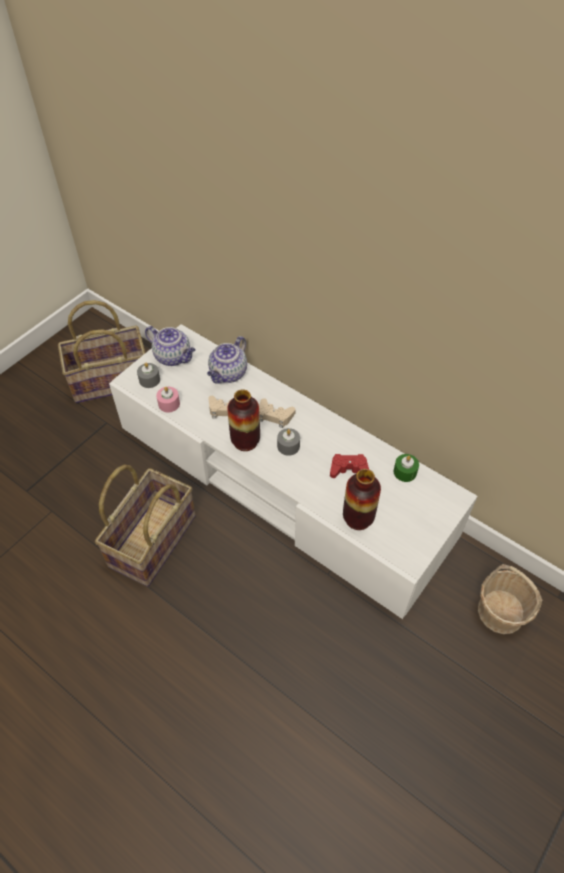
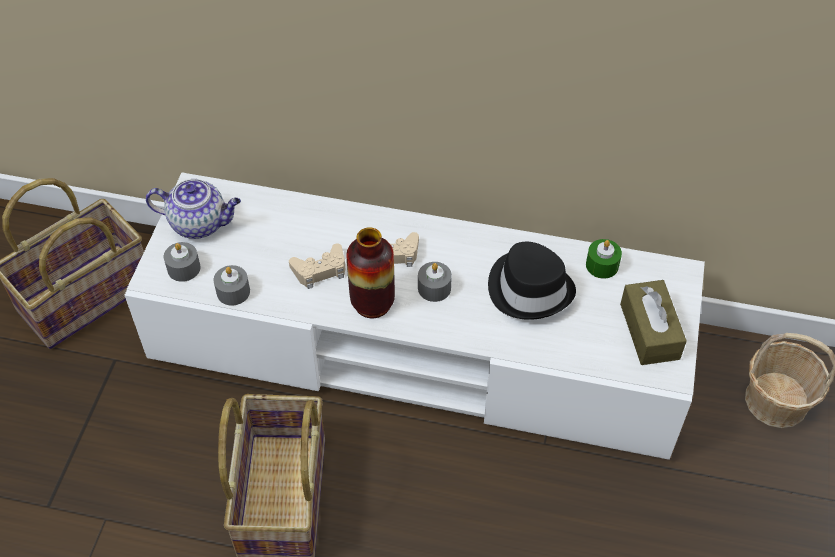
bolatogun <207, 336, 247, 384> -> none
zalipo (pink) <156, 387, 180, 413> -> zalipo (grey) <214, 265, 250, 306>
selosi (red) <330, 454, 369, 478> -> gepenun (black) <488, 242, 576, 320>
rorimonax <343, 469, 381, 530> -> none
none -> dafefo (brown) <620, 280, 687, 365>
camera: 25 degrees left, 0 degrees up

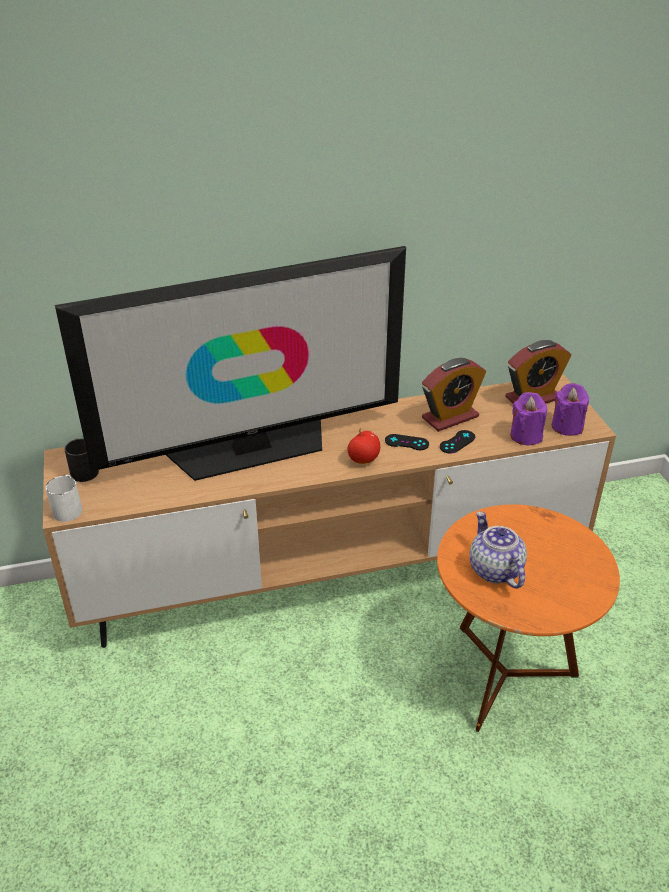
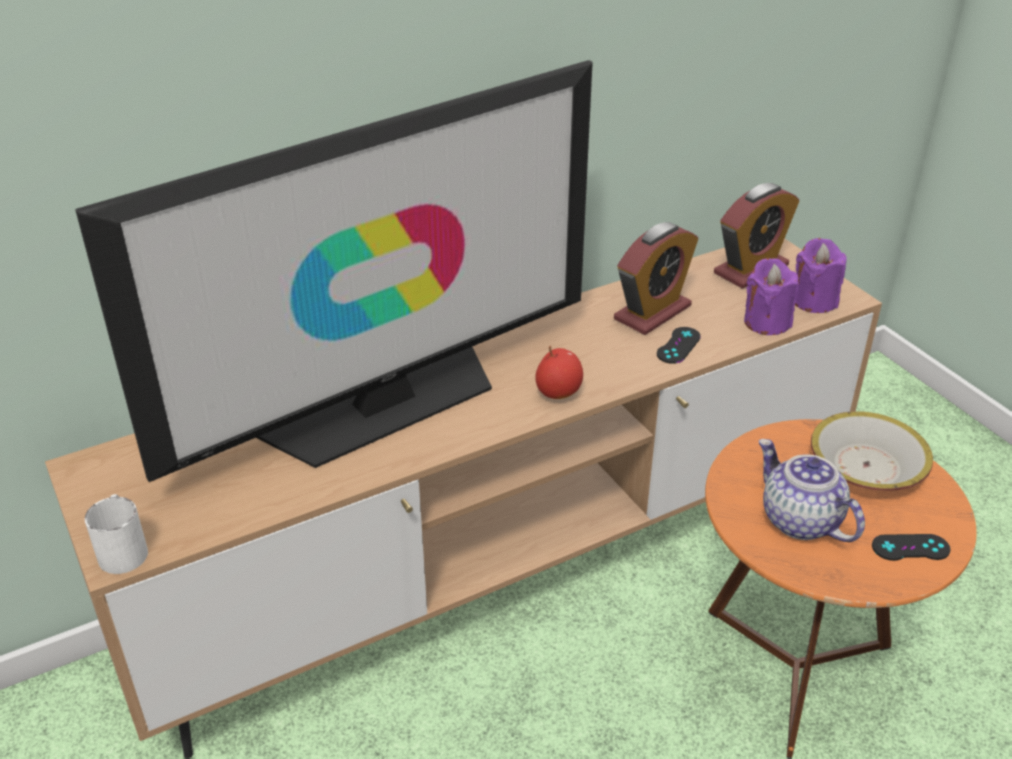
selosi (black) <385, 434, 429, 450> -> selosi (black) <872, 534, 950, 561>, moved
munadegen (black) <64, 439, 99, 482> -> none
none -> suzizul <811, 411, 933, 491>
camera: 15 degrees left, 0 degrees up

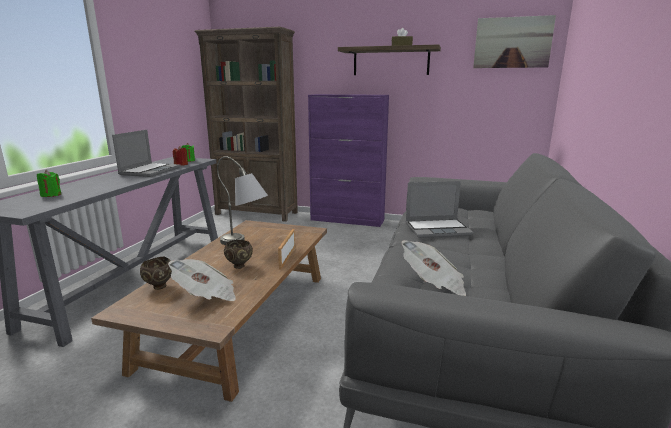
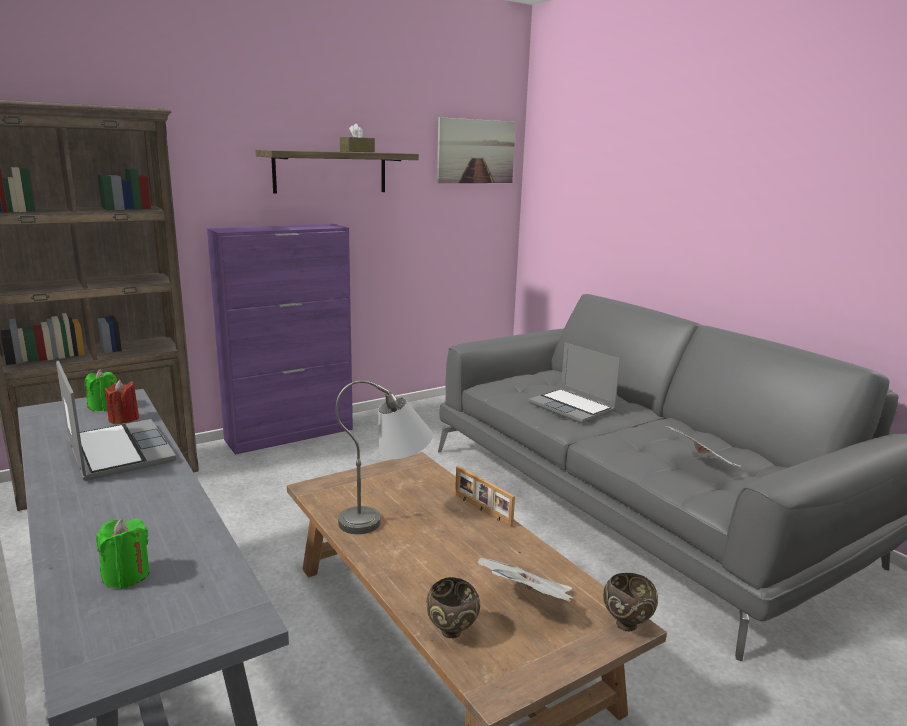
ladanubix <406, 181, 474, 238> -> ladanubix <528, 343, 620, 423>, 105 degrees clockwise
suzizul (brown) <224, 240, 253, 269> -> suzizul (brown) <603, 573, 658, 631>, moved
camera: 50 degrees left, 0 degrees up

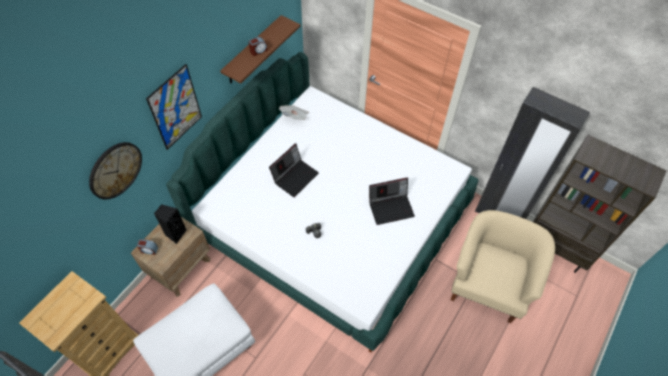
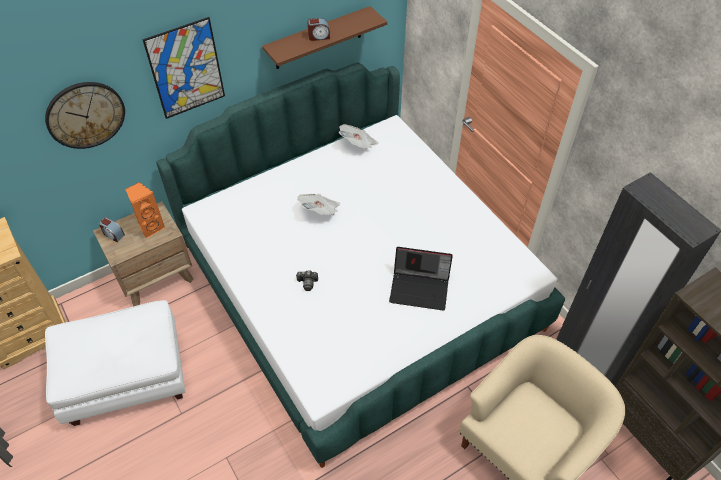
ladanubix <269, 143, 319, 197> -> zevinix <297, 194, 340, 215>
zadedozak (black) <154, 204, 186, 244> -> zadedozak (orange) <125, 182, 166, 239>
camera: 25 degrees right, 5 degrees down

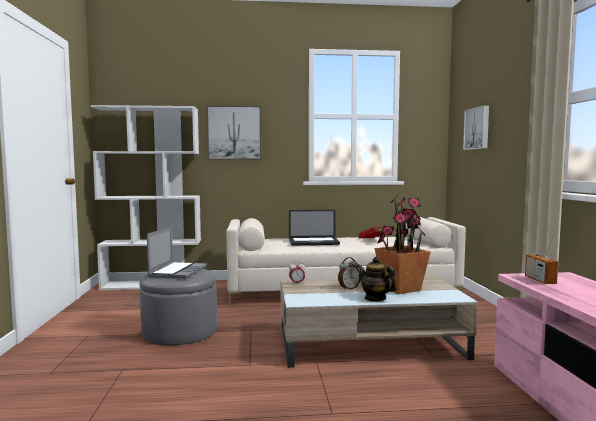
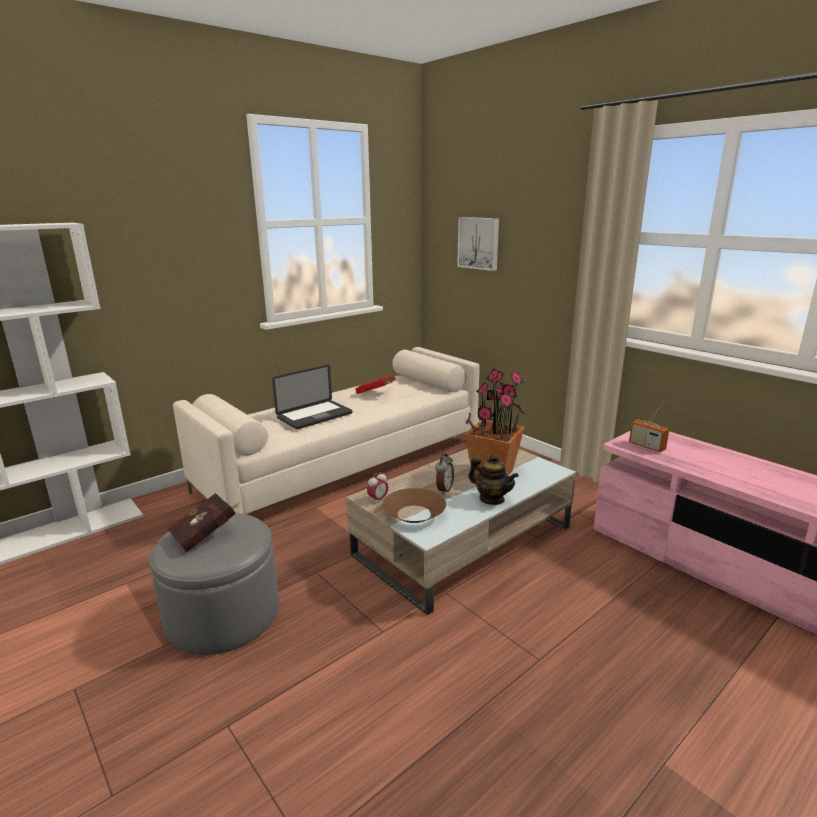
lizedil <207, 105, 261, 160> -> none
ladanubix <147, 226, 207, 279> -> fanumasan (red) <167, 493, 240, 552>
bolatogun <357, 257, 397, 302> -> bolatogun <468, 454, 519, 505>, 150 degrees counterclockwise
none -> suzizul (brown) <382, 488, 446, 523>
camera: 35 degrees left, 15 degrees up

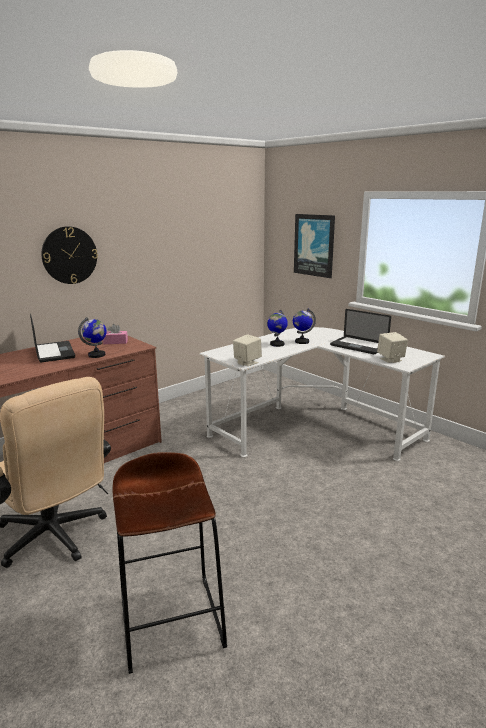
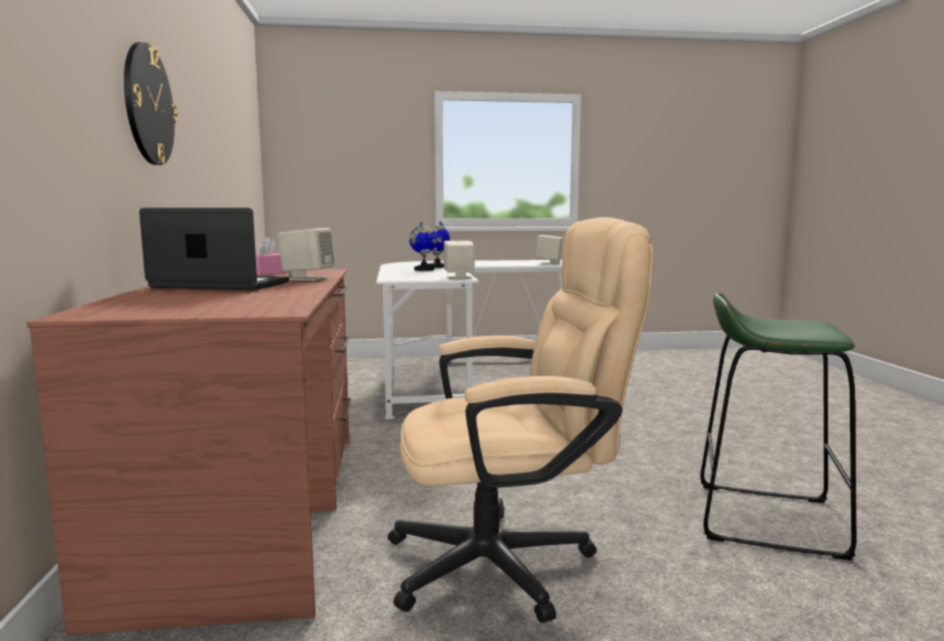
lizedil <294, 214, 335, 278> -> none
ladanubix <330, 309, 391, 354> -> none
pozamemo <78, 317, 107, 358> -> zadedozak (beige) <278, 228, 335, 281>
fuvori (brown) <113, 452, 227, 674> -> fuvori (green) <700, 293, 857, 560>
camera: 55 degrees left, 10 degrees down

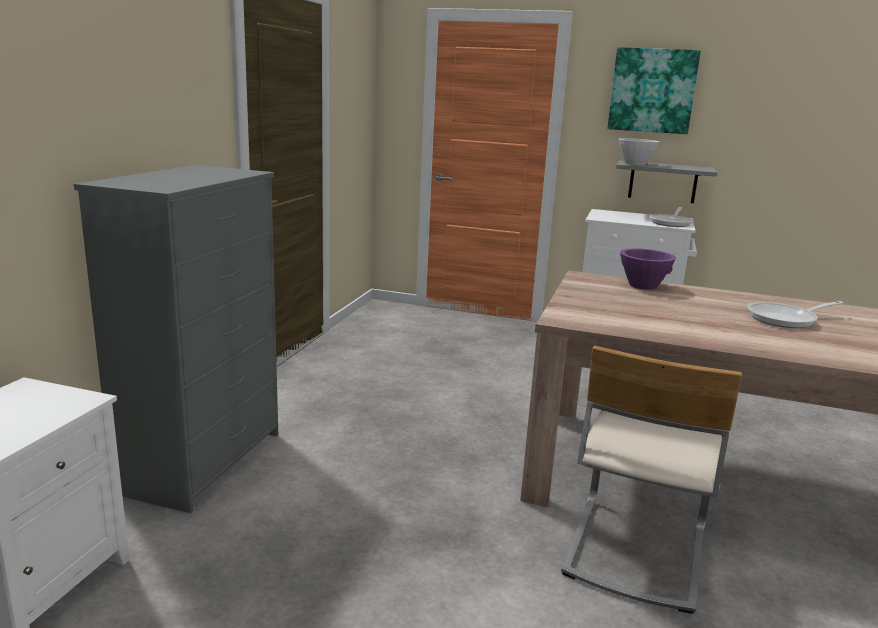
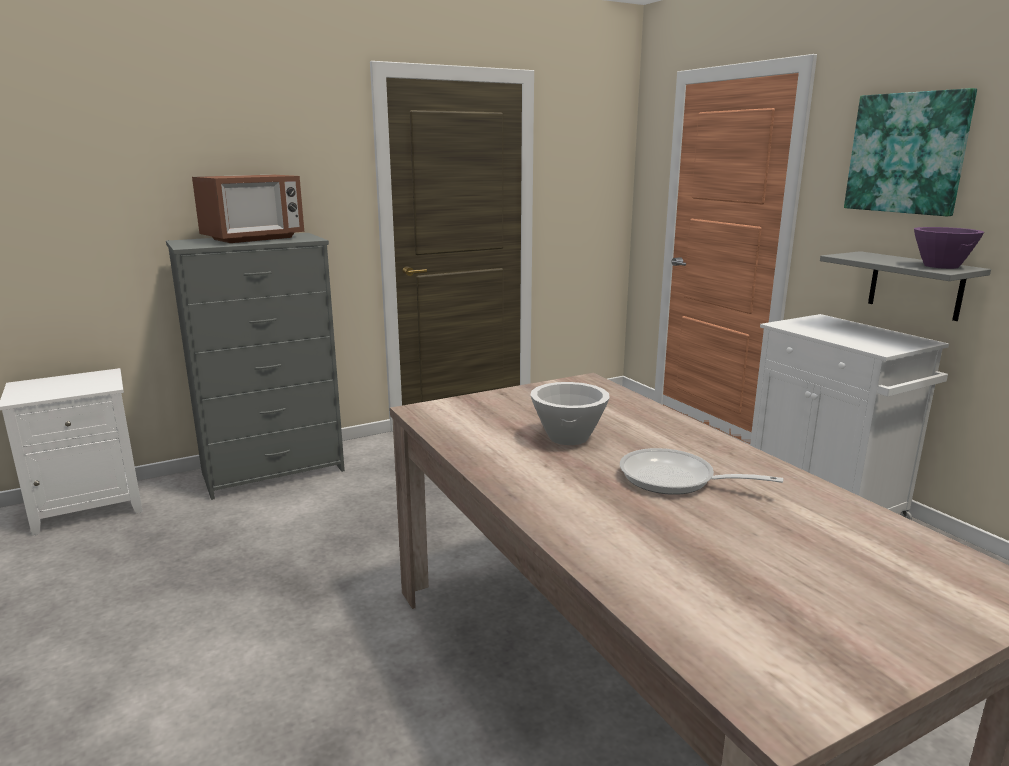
suzizul (white) <619, 138, 660, 165> -> suzizul (white) <531, 382, 610, 445>, moved
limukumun <649, 207, 693, 227> -> none
suzizul (purple) <620, 248, 676, 290> -> suzizul (purple) <914, 227, 984, 269>, moved
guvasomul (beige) <561, 346, 742, 614> -> none
none -> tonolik <192, 175, 304, 243>
camera: 45 degrees right, 0 degrees up

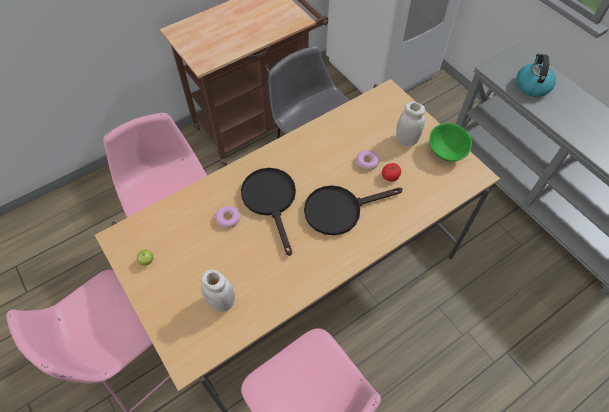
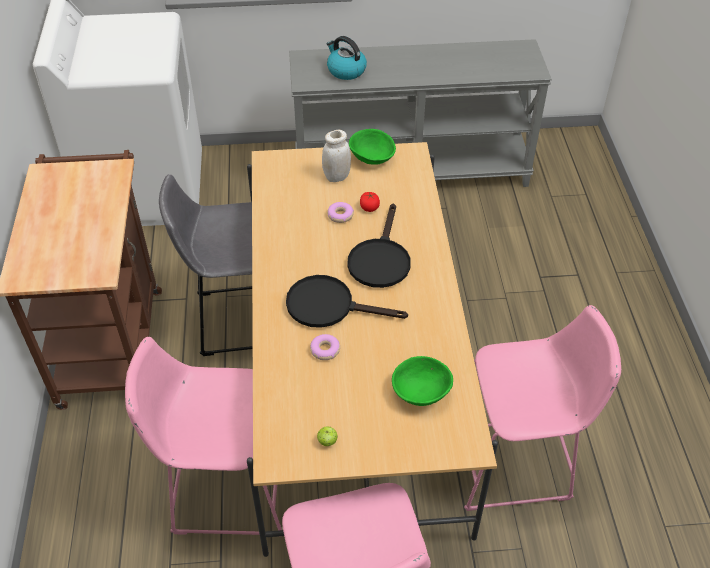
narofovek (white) <201, 269, 235, 312> -> suzizul (green) <392, 356, 453, 406>
camera: 60 degrees left, 10 degrees down

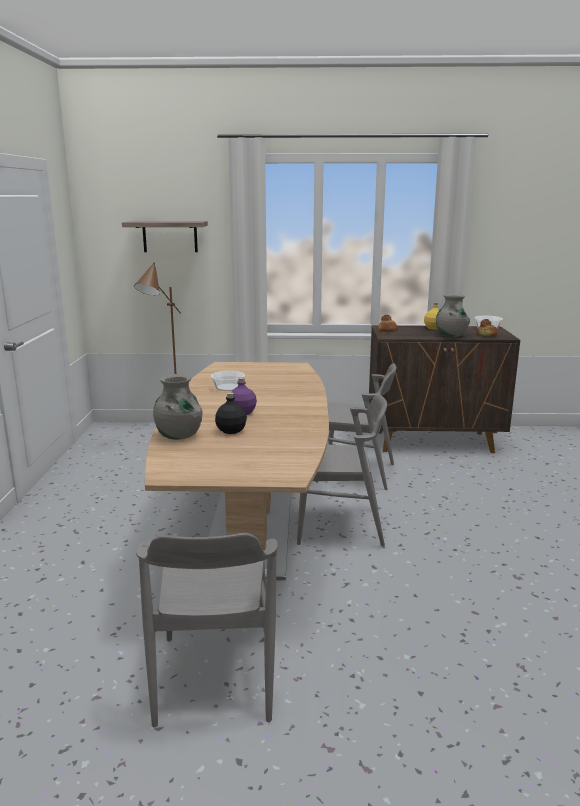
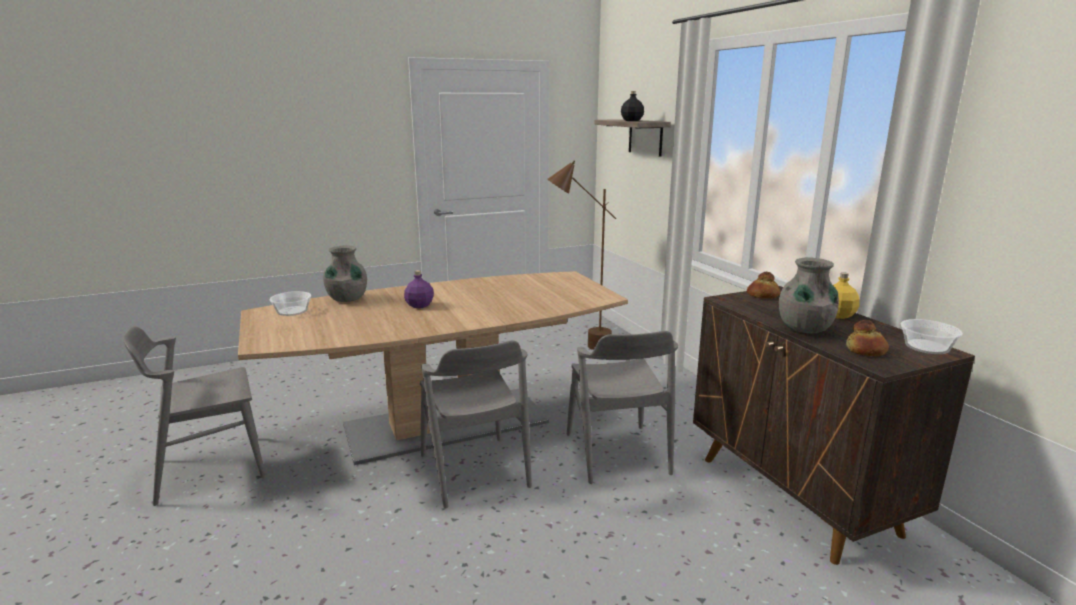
suzizul <211, 371, 245, 391> -> suzizul <269, 291, 311, 316>, moved
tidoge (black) <215, 392, 247, 434> -> tidoge (black) <621, 91, 644, 121>, moved
camera: 65 degrees right, 0 degrees up

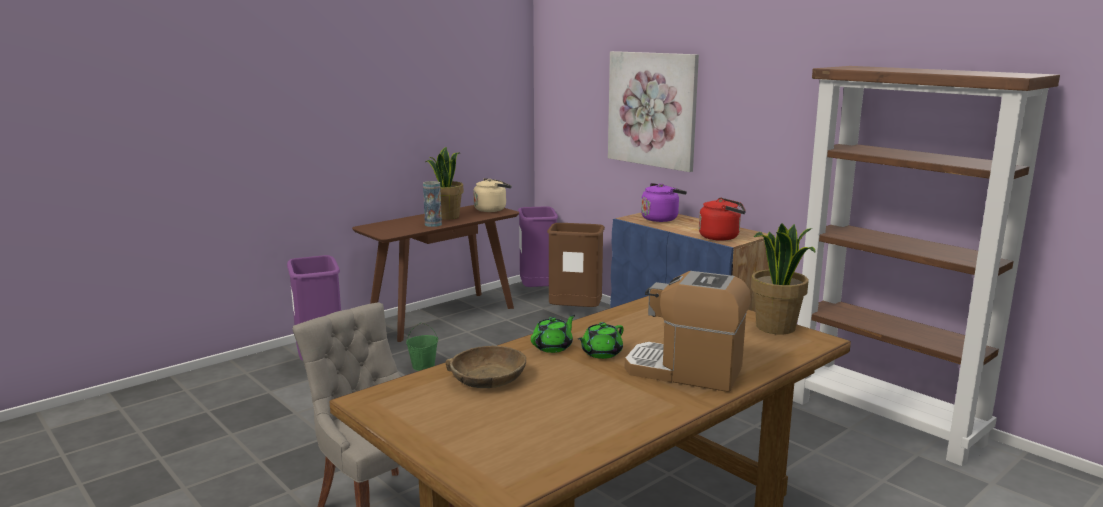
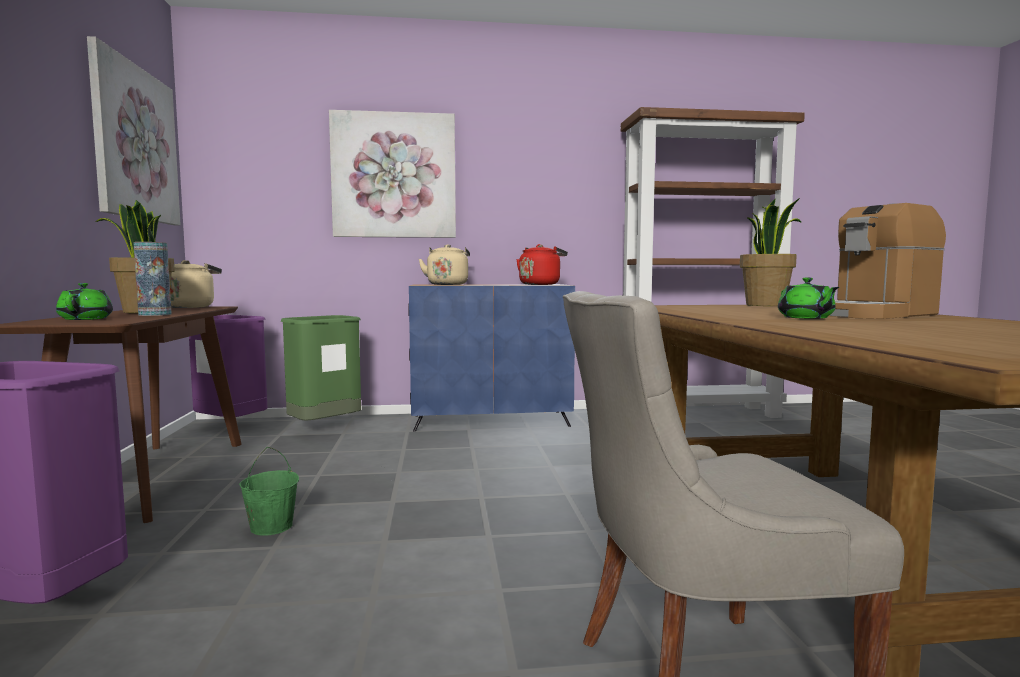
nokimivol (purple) <641, 183, 687, 222> -> nokimivol (beige) <419, 244, 470, 285>
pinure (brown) <547, 223, 605, 307> -> pinure (green) <281, 315, 361, 421>
bolatogun (green) <531, 315, 575, 353> -> bolatogun (green) <56, 283, 113, 320>, moved
suzizul (brown) <446, 346, 526, 388> -> none
none -> lizedil <87, 36, 181, 225>
camera: 55 degrees left, 10 degrees down

